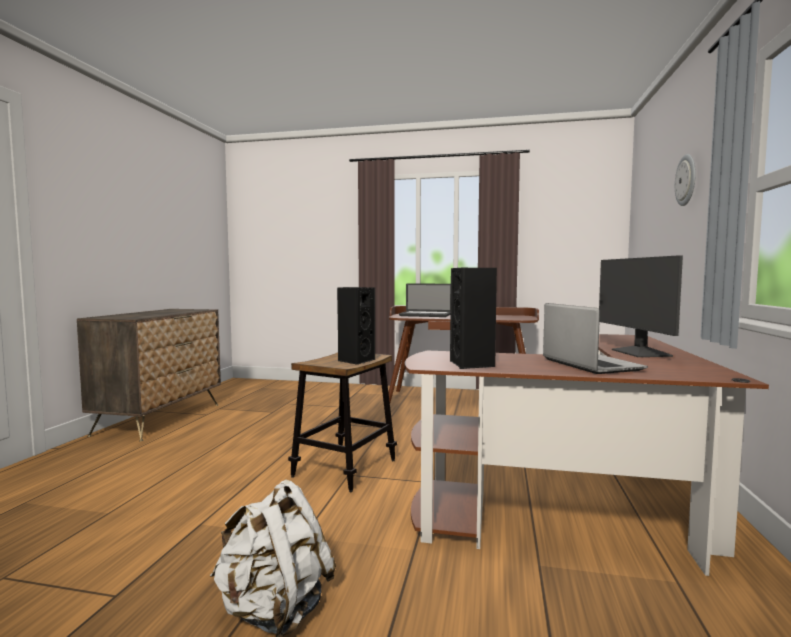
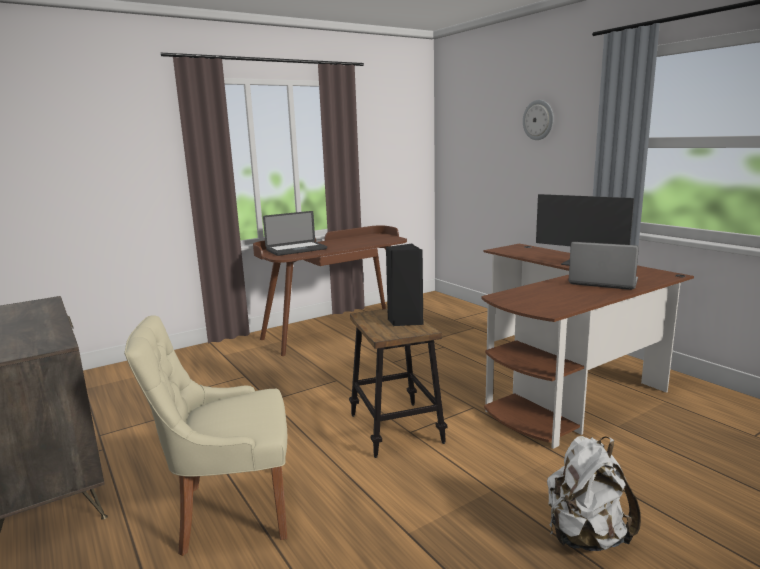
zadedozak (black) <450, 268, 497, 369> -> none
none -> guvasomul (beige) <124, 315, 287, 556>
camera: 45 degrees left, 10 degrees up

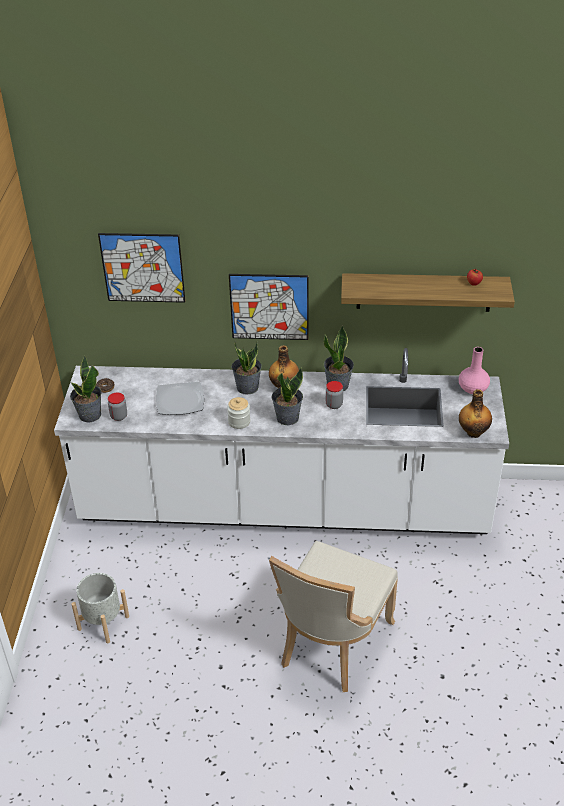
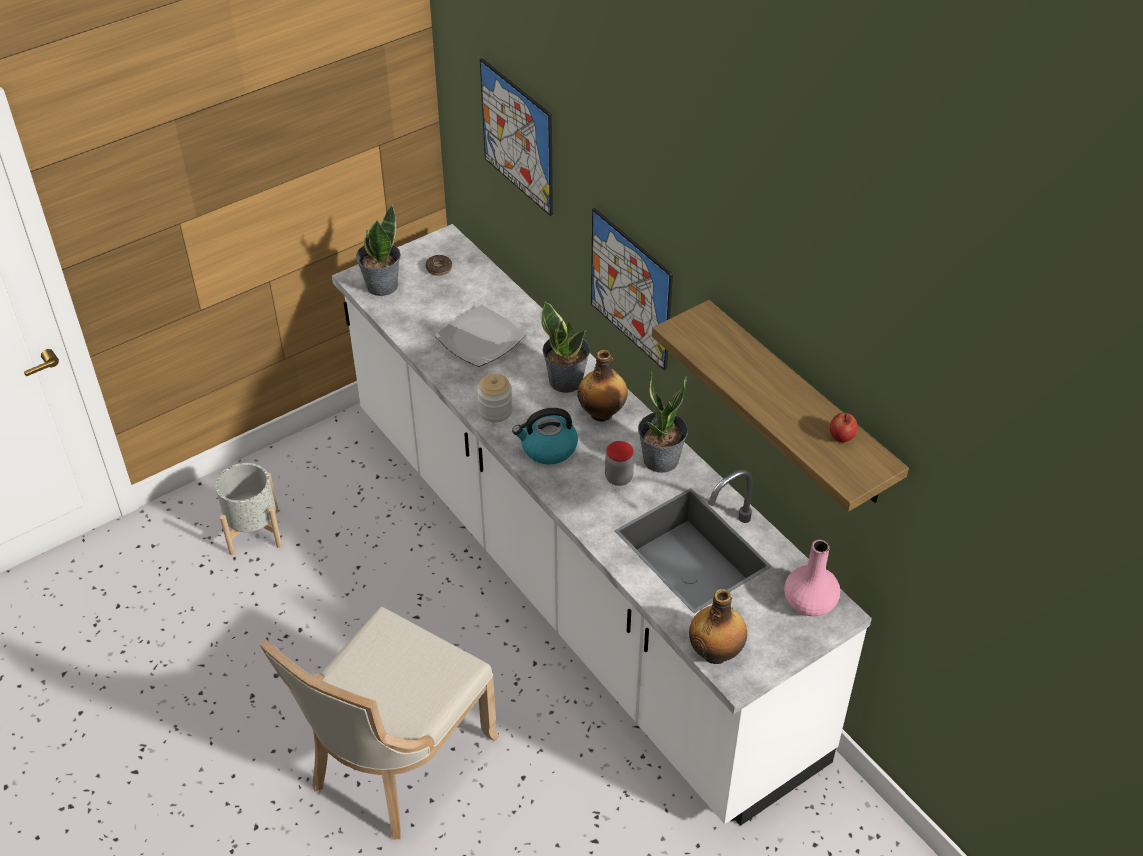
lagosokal <272, 368, 303, 425> -> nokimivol <512, 408, 578, 465>
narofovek <108, 392, 127, 421> -> none
guvasomul (beige) <269, 541, 398, 692> -> guvasomul (beige) <260, 607, 499, 840>, 45 degrees counterclockwise
camera: 50 degrees right, 5 degrees up

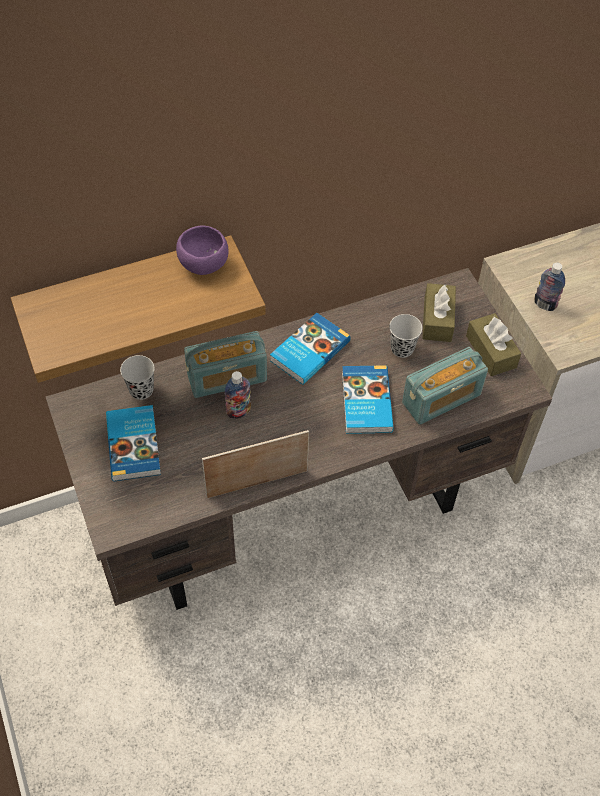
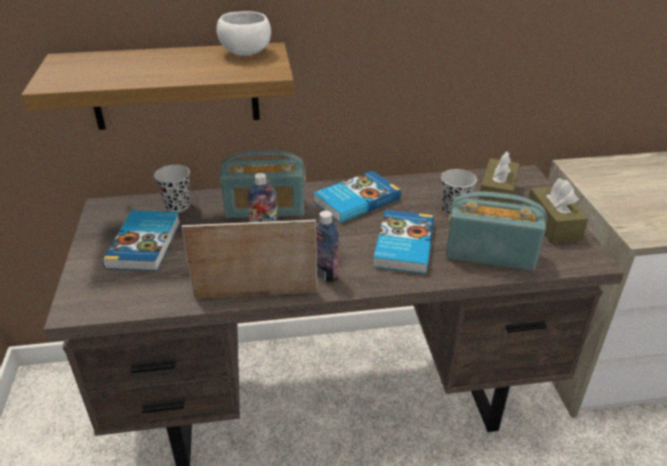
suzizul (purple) <176, 226, 229, 275> -> suzizul (white) <217, 11, 271, 56>
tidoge <534, 263, 565, 311> -> tidoge <316, 211, 338, 282>, moved
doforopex <402, 347, 488, 425> -> doforopex <446, 191, 547, 271>, 150 degrees counterclockwise
camera: 15 degrees right, 20 degrees down

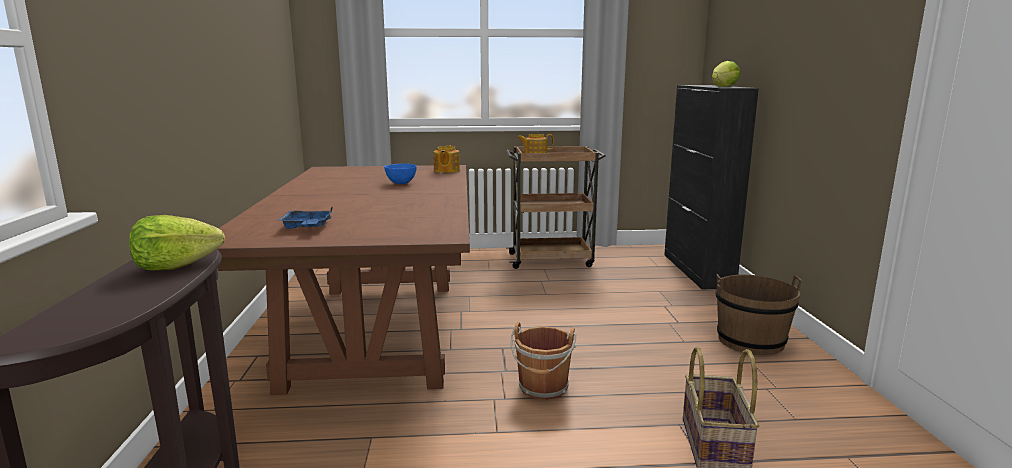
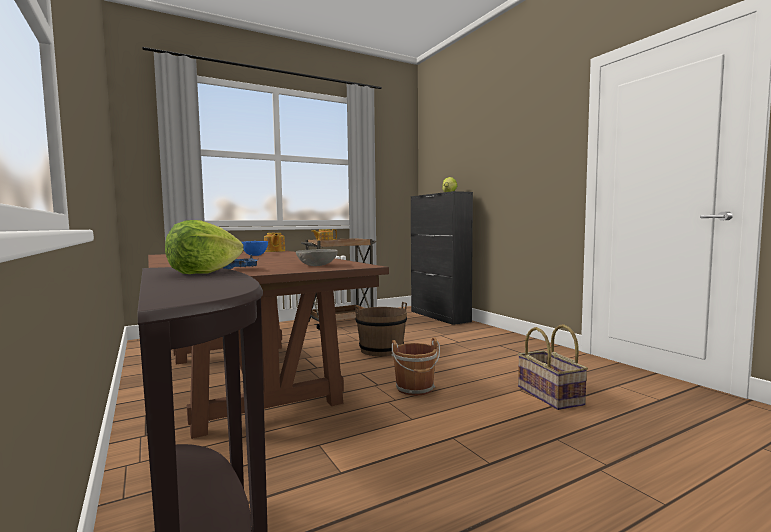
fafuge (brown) <716, 274, 802, 355> -> fafuge (brown) <355, 302, 407, 356>, moved
none -> suzizul (grey) <296, 249, 338, 266>
camera: 25 degrees left, 10 degrees down

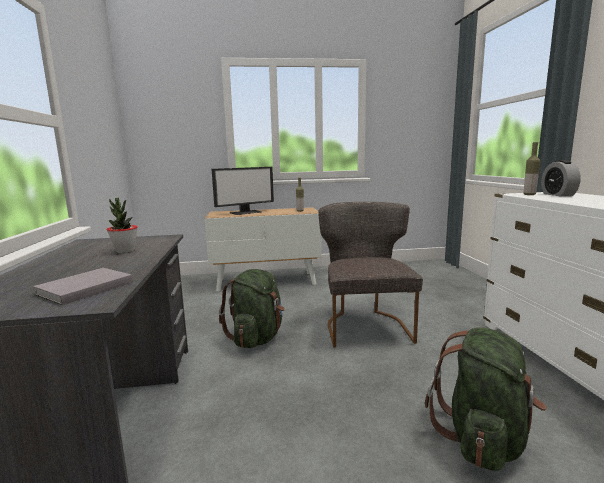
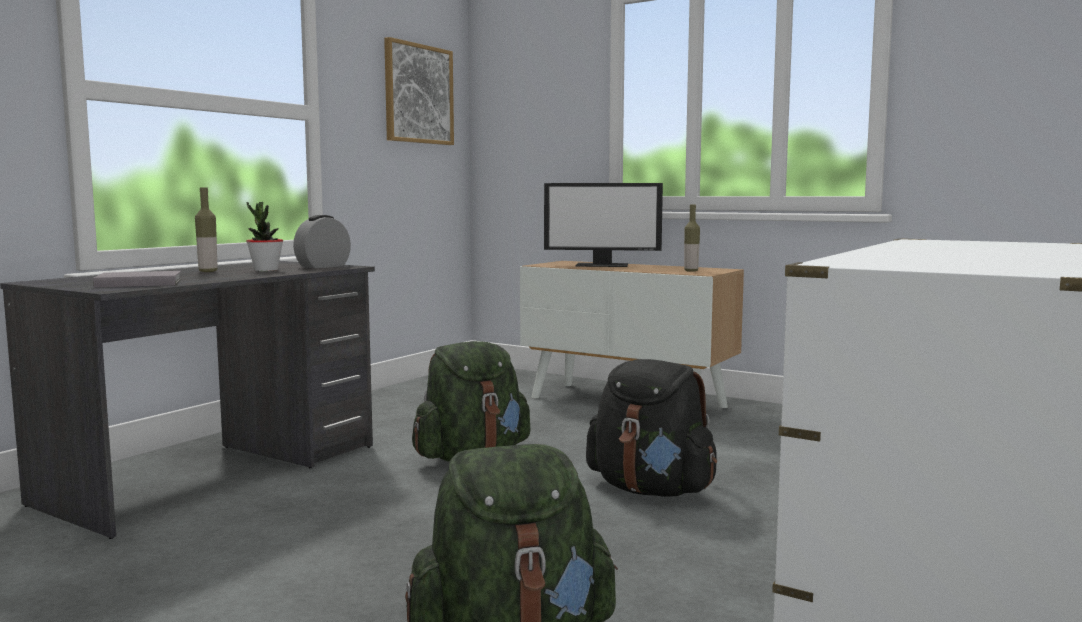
tidoge <524, 142, 540, 195> -> tidoge <195, 187, 218, 272>, moved
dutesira <541, 160, 581, 196> -> dutesira <293, 215, 351, 268>, moved
guvasomul (grey) <318, 202, 423, 347> -> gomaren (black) <586, 359, 717, 497>
none -> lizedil <384, 37, 454, 145>
camera: 40 degrees right, 5 degrees down

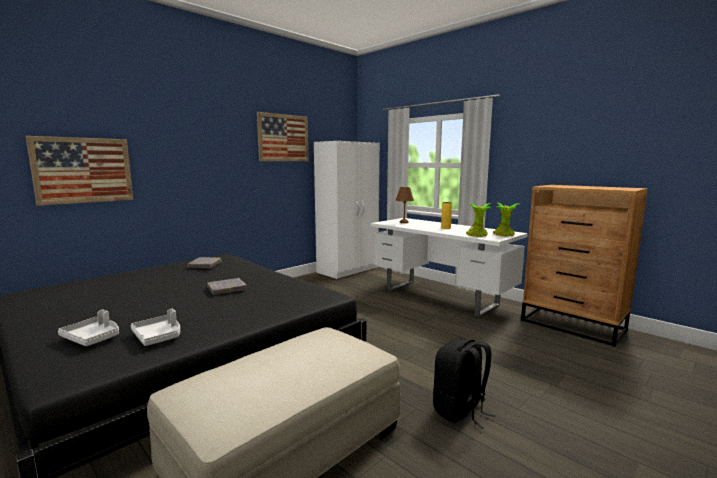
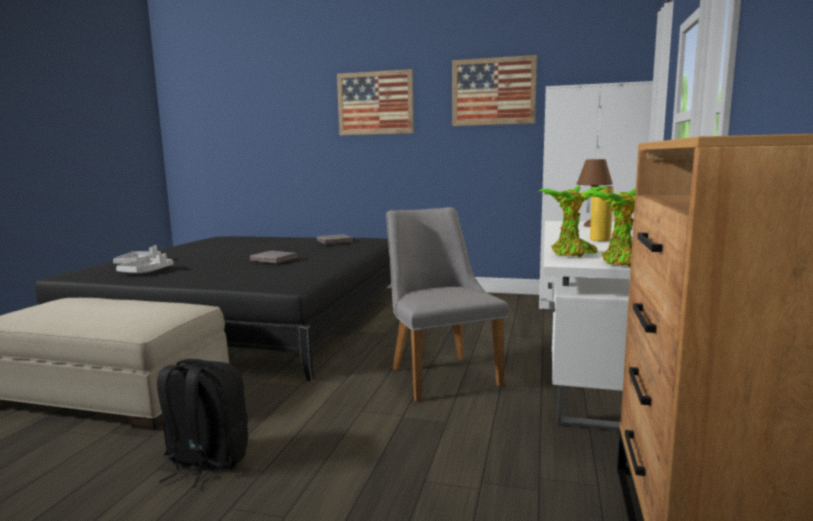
lizedil <26, 136, 133, 206> -> lizedil <337, 69, 414, 136>, moved
none -> guvasomul (grey) <386, 207, 508, 402>
camera: 60 degrees right, 0 degrees up

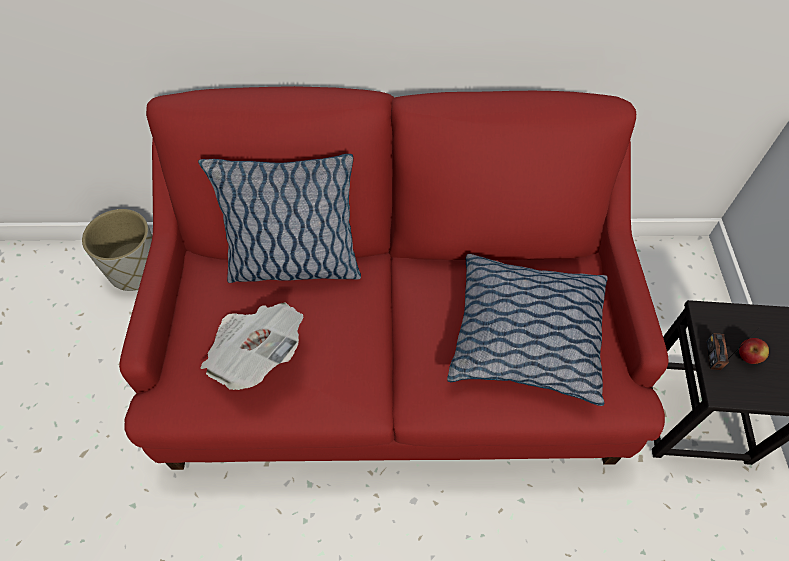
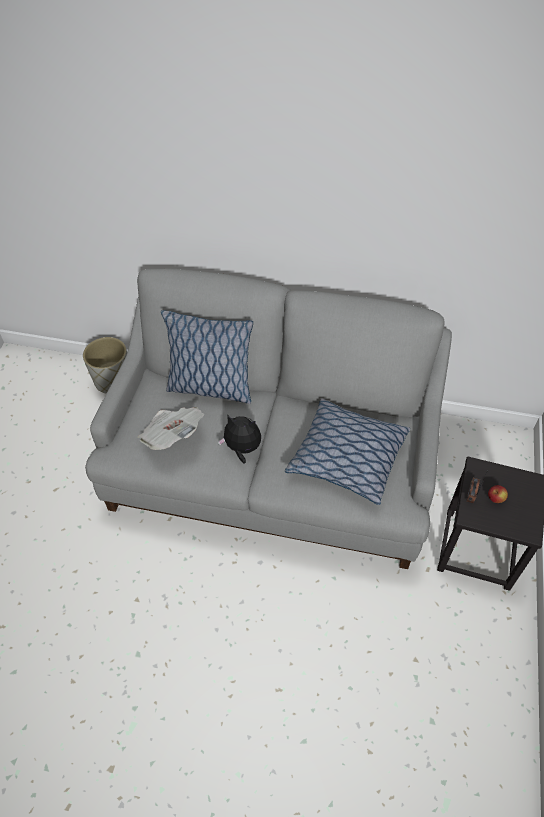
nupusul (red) <119, 86, 668, 470> -> nupusul (grey) <85, 268, 452, 569>
none -> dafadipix <218, 415, 261, 464>
camera: 15 degrees right, 5 degrees down

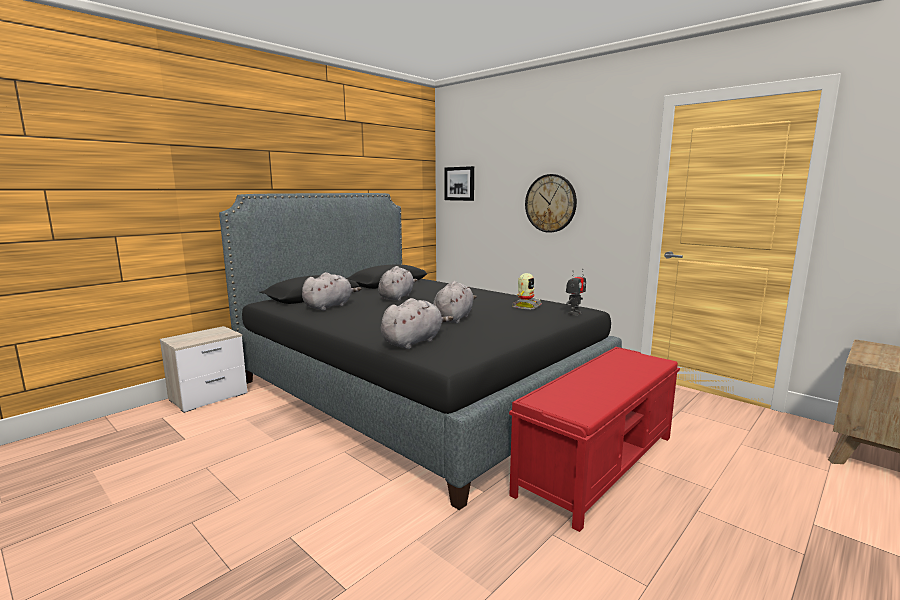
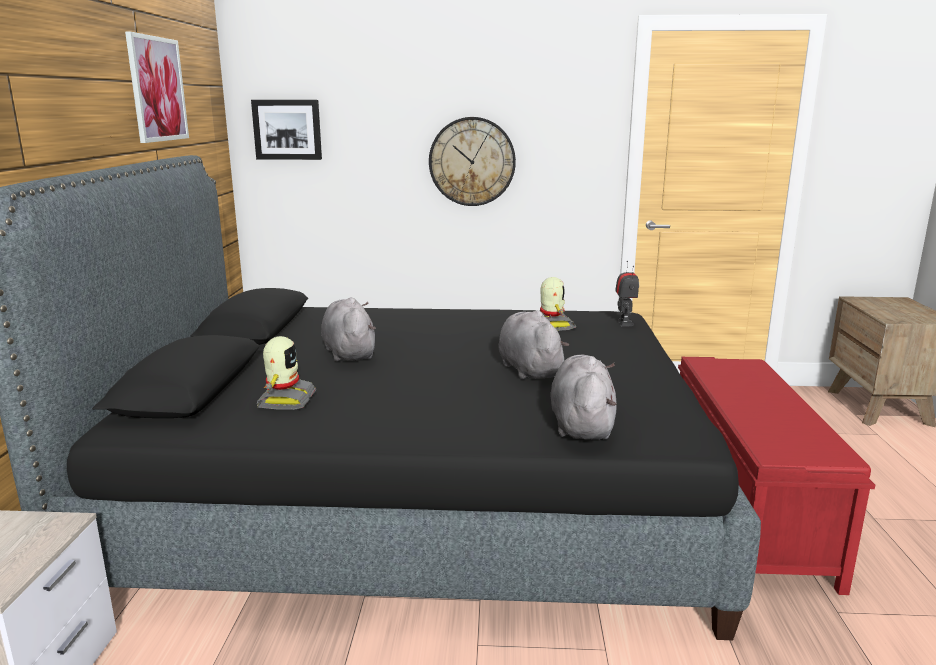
dafadipix (grey) <302, 272, 361, 311> -> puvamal <256, 336, 316, 410>
none -> lizedil <125, 32, 189, 143>
camera: 40 degrees left, 5 degrees up

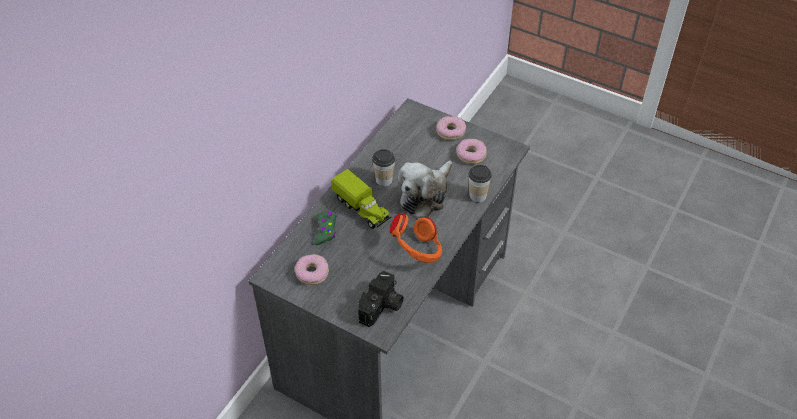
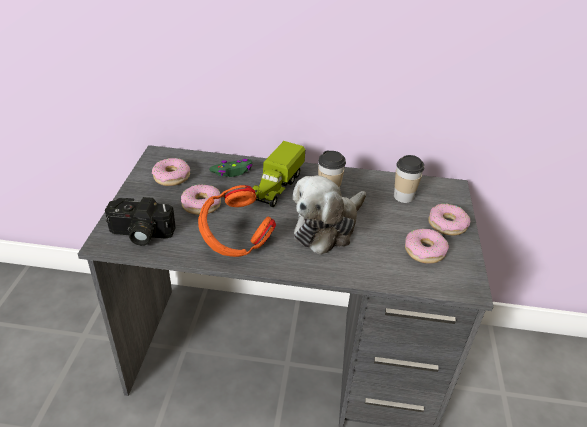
dafadipix <398, 161, 453, 218> -> dafadipix <292, 176, 366, 255>, 60 degrees counterclockwise
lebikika <468, 165, 492, 202> -> lebikika <394, 155, 424, 203>, moved
none -> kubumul <181, 184, 221, 215>
camera: 65 degrees right, 10 degrees down

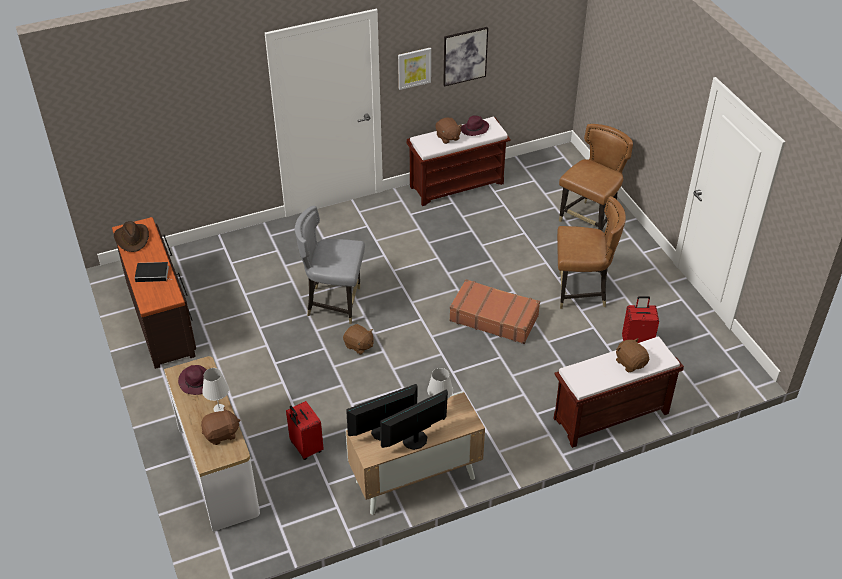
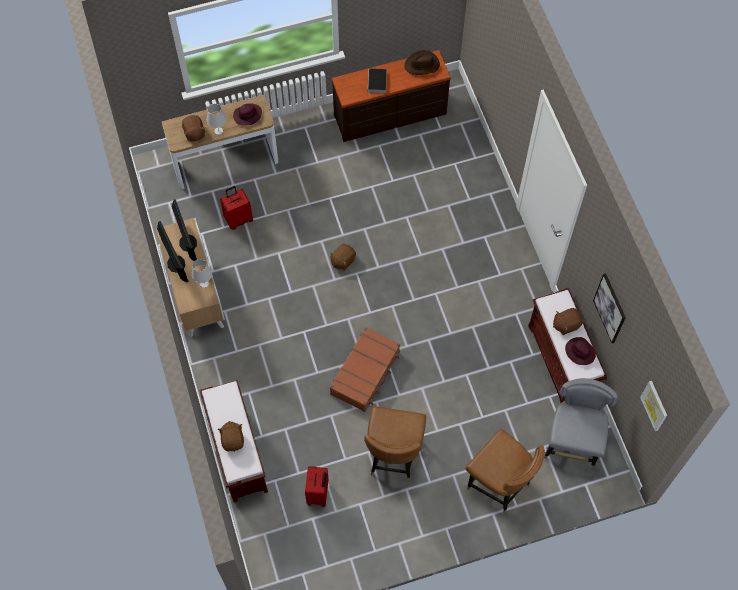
lizedil <398, 48, 431, 90> -> lizedil <640, 381, 667, 431>, moved
guvasomul (grey) <295, 206, 365, 324> -> guvasomul (grey) <544, 378, 618, 468>, moved
dafadipix (brown) <616, 338, 649, 372> -> dafadipix (brown) <218, 421, 244, 452>, 75 degrees counterclockwise
camera: 95 degrees right, 20 degrees up

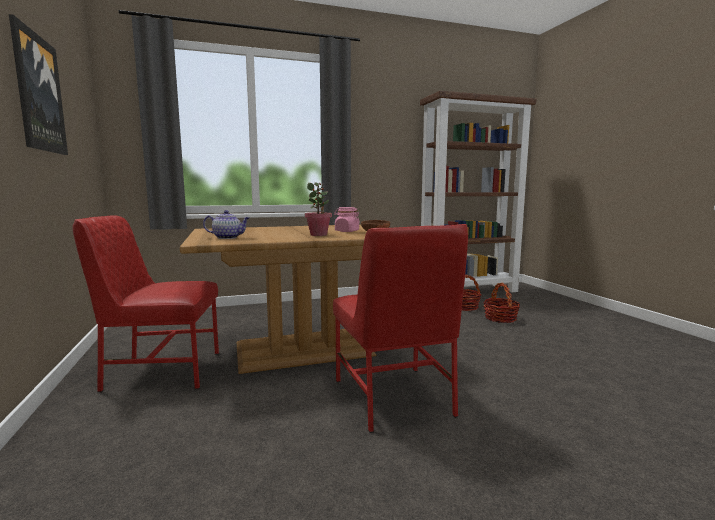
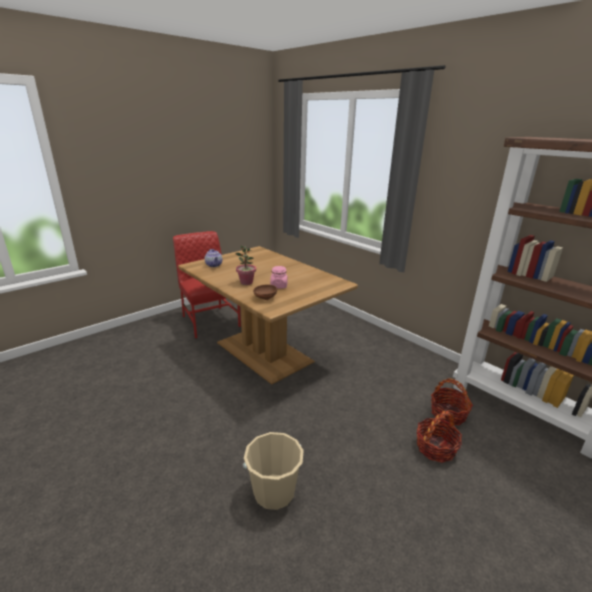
lizedil <9, 14, 68, 155> -> none
guvasomul (red) <333, 224, 468, 433> -> none
none -> fafuge (beige) <243, 432, 304, 510>
camera: 65 degrees right, 15 degrees up

